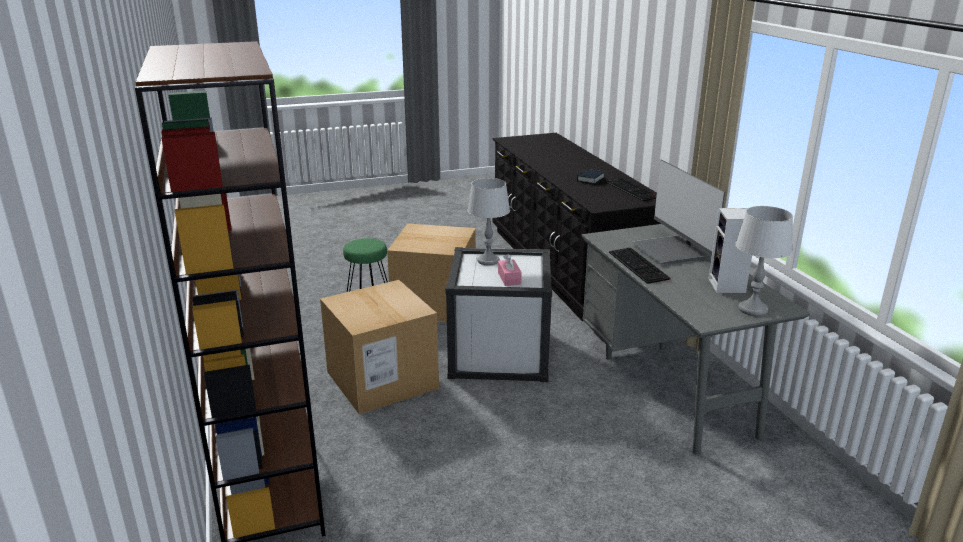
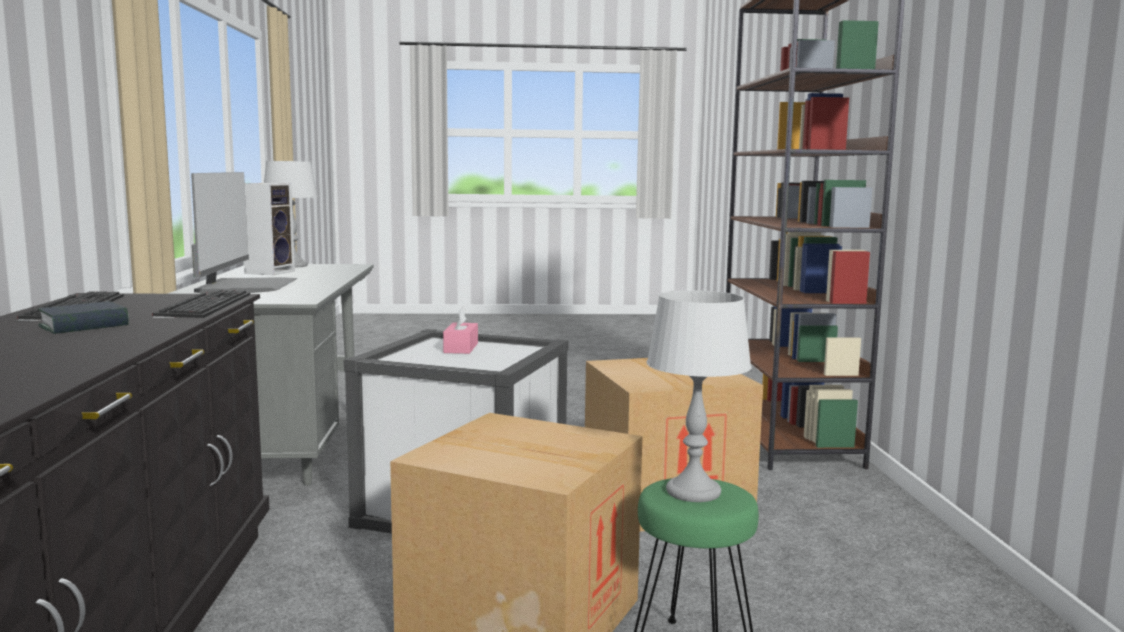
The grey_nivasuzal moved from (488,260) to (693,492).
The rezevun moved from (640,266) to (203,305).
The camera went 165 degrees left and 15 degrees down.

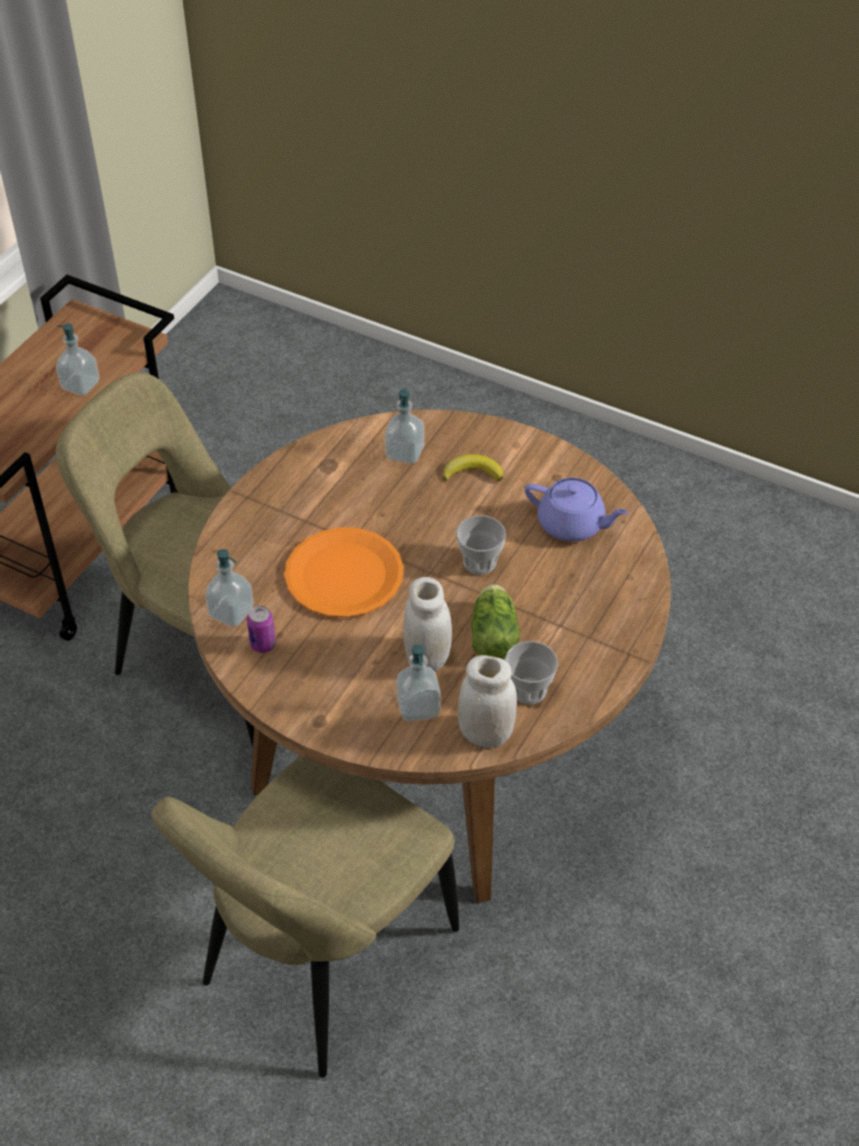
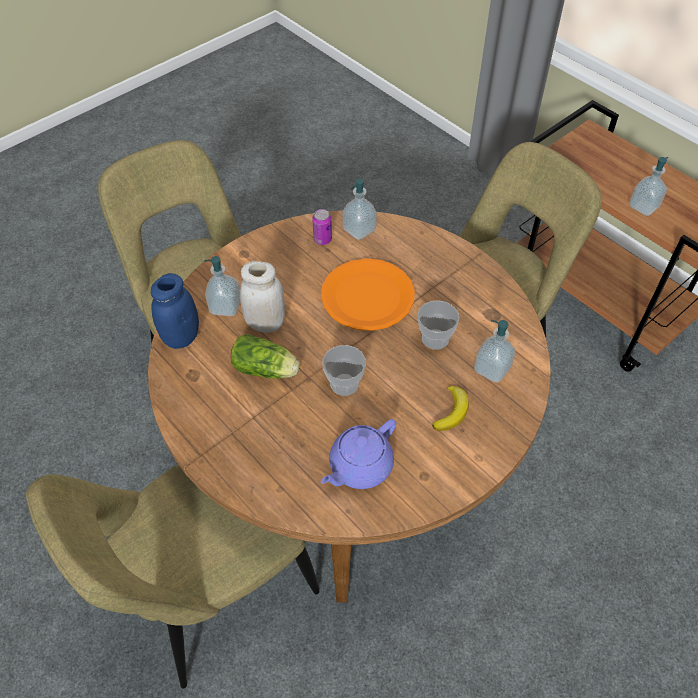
The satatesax moved from (529,690) to (435,338).
The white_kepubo at (485,734) became the blue_kepubo at (181,337).
The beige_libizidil at (212,595) appeared.
The camera went 110 degrees right and 5 degrees up.

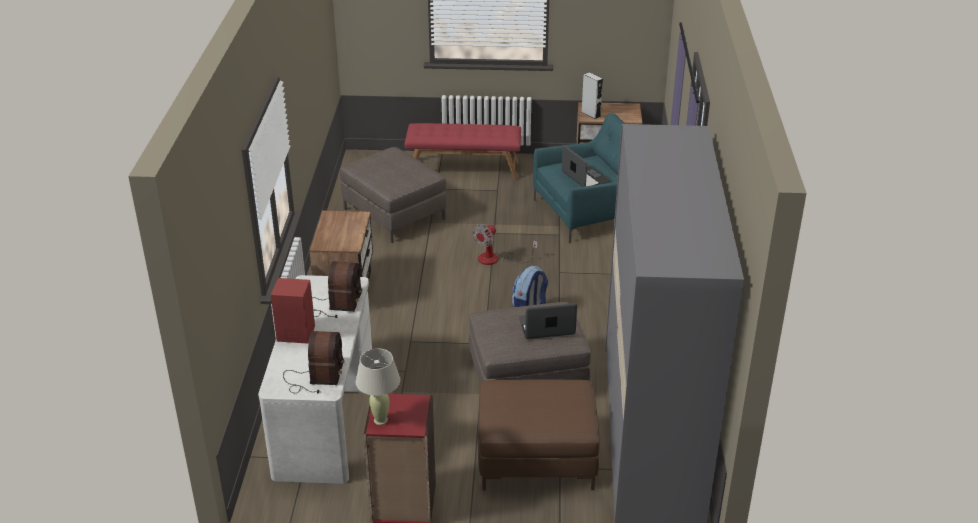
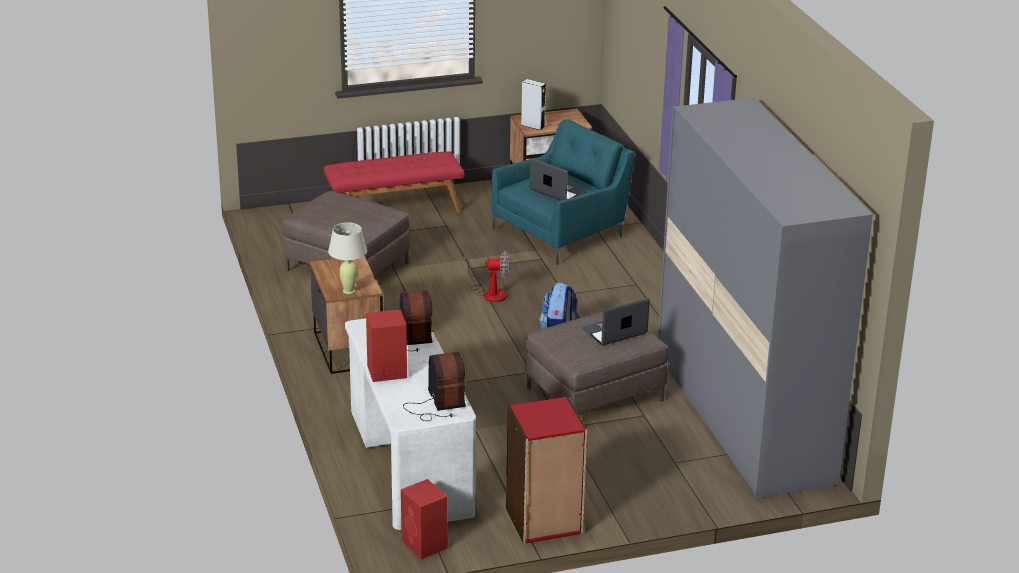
The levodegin at (496,259) turned 105 degrees counterclockwise.
The beige_nivasuzal moved from (381,420) to (349,291).
The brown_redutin at (536,458) disappeared.
The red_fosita at (425,545) appeared.
The camera went 20 degrees left and 5 degrees down.

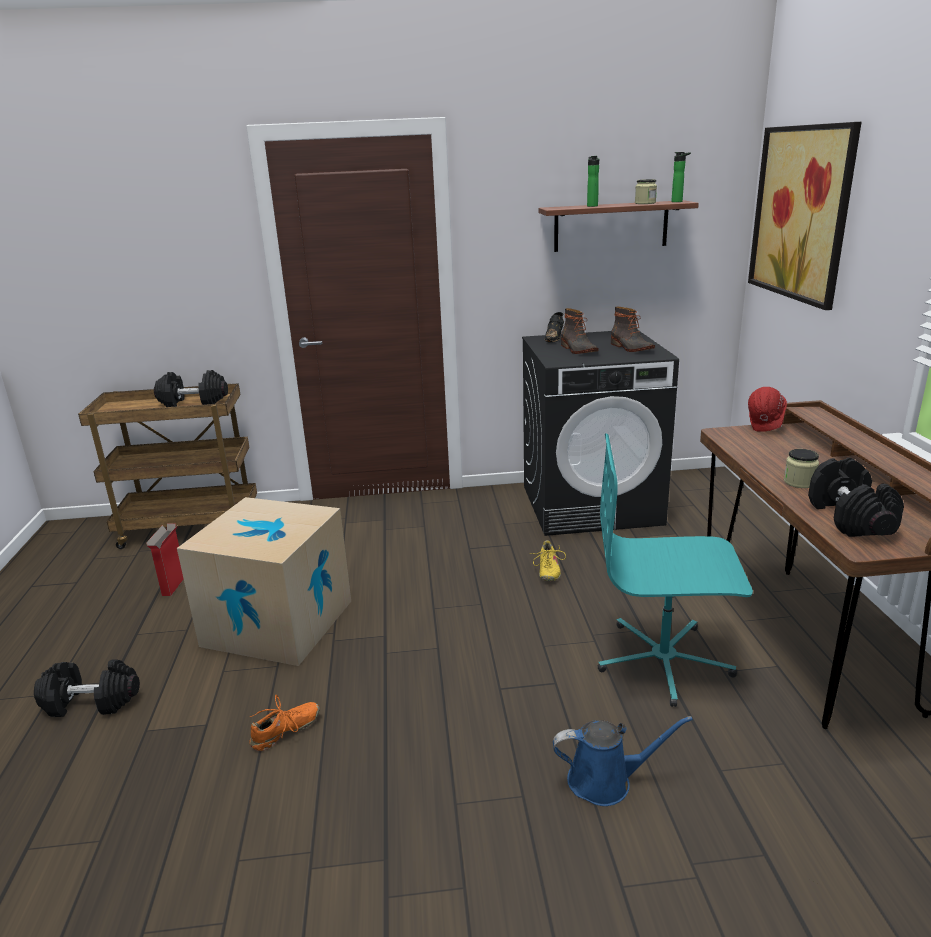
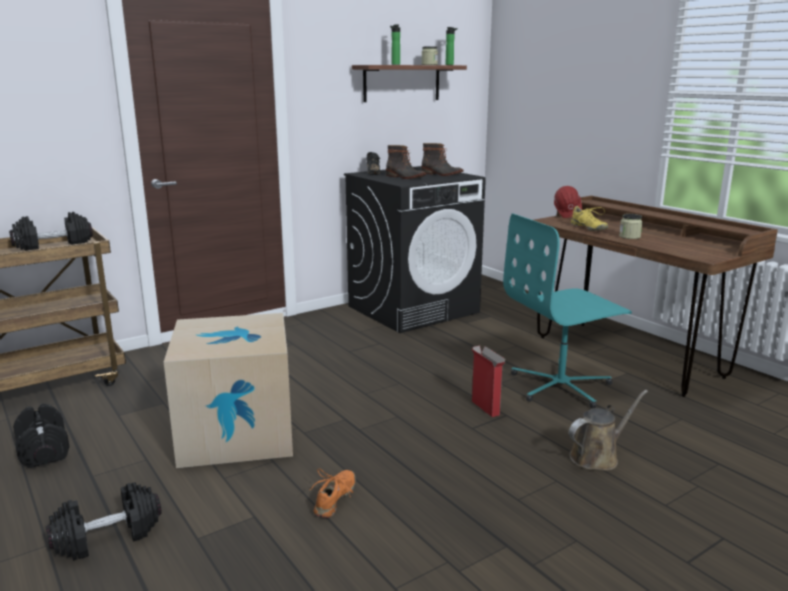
The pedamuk at (801,213) disappeared.
The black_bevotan moved from (849,518) to (43,450).
The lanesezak moved from (173,586) to (486,408).
The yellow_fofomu moved from (548,570) to (588,228).
The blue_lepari at (606,781) became the brown_lepari at (597,457).
The camera went 30 degrees left and 5 degrees down.

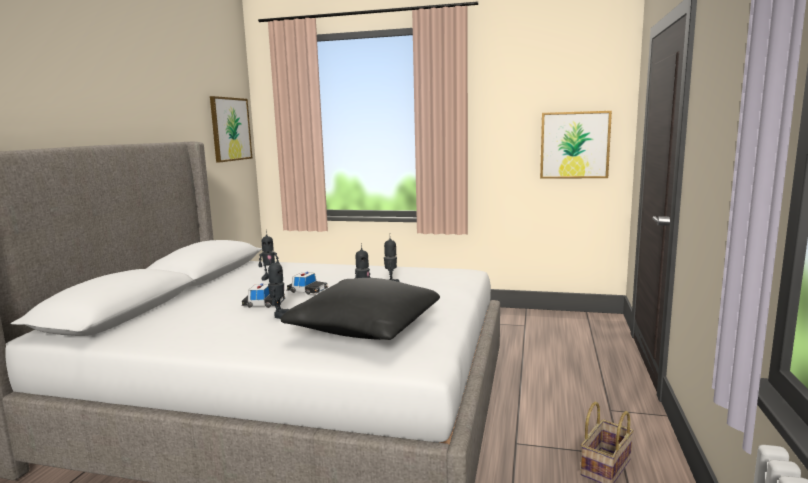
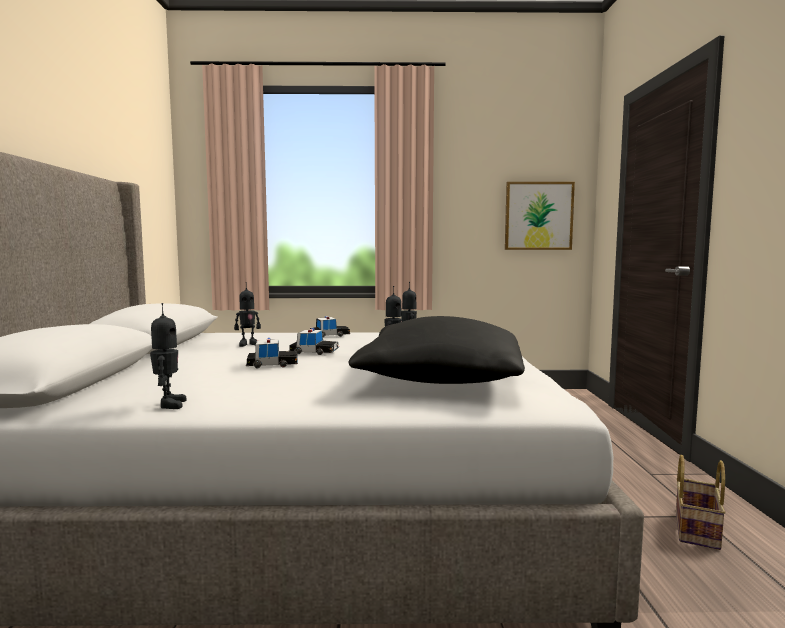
The pedamuk at (230,129) disappeared.
The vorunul moved from (279,315) to (169,405).
The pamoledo at (329,335) appeared.
The camera went 15 degrees left and 5 degrees down.

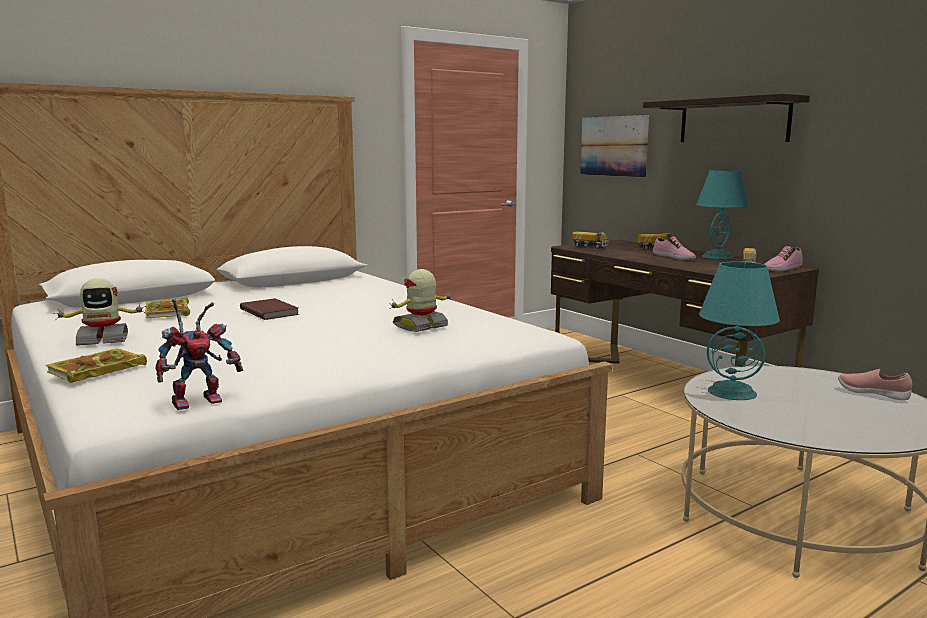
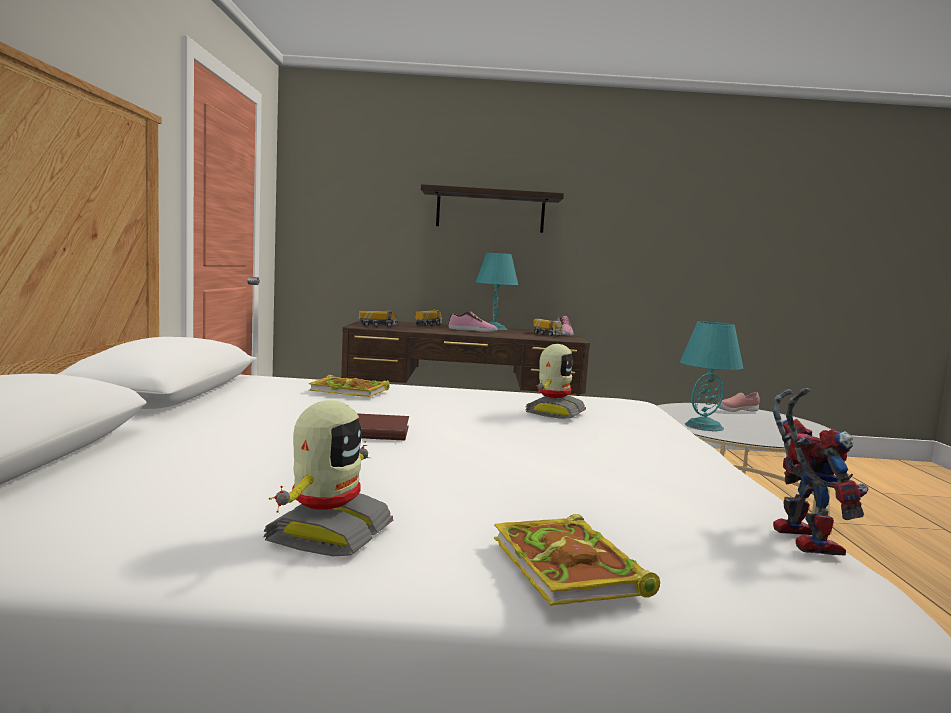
The pedamuk at (613,146) disappeared.
The vorunul at (421,326) turned 150 degrees counterclockwise.
The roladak moved from (168,312) to (351,391).
The camera went 55 degrees left and 5 degrees down.

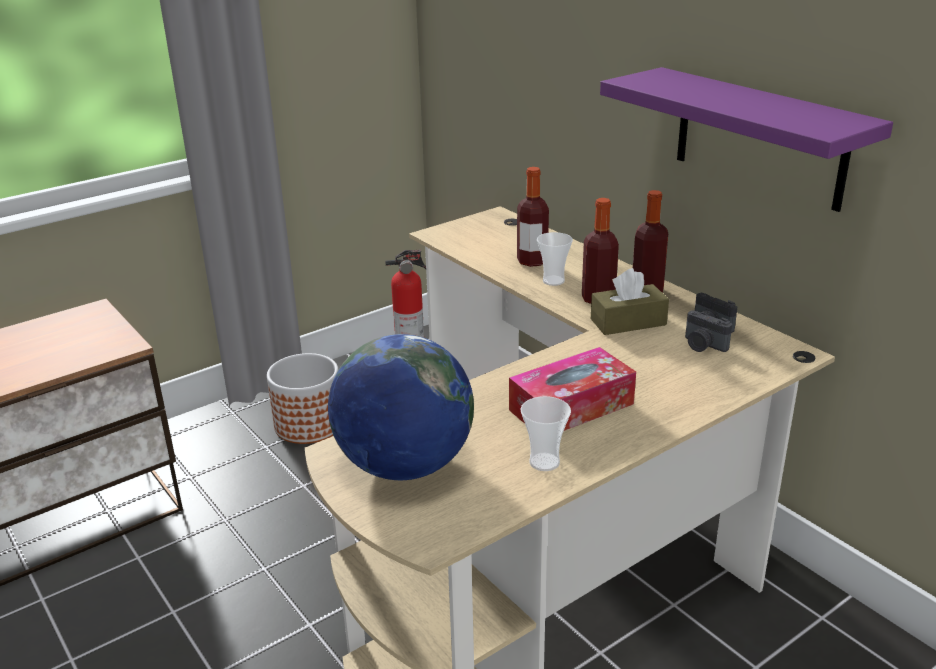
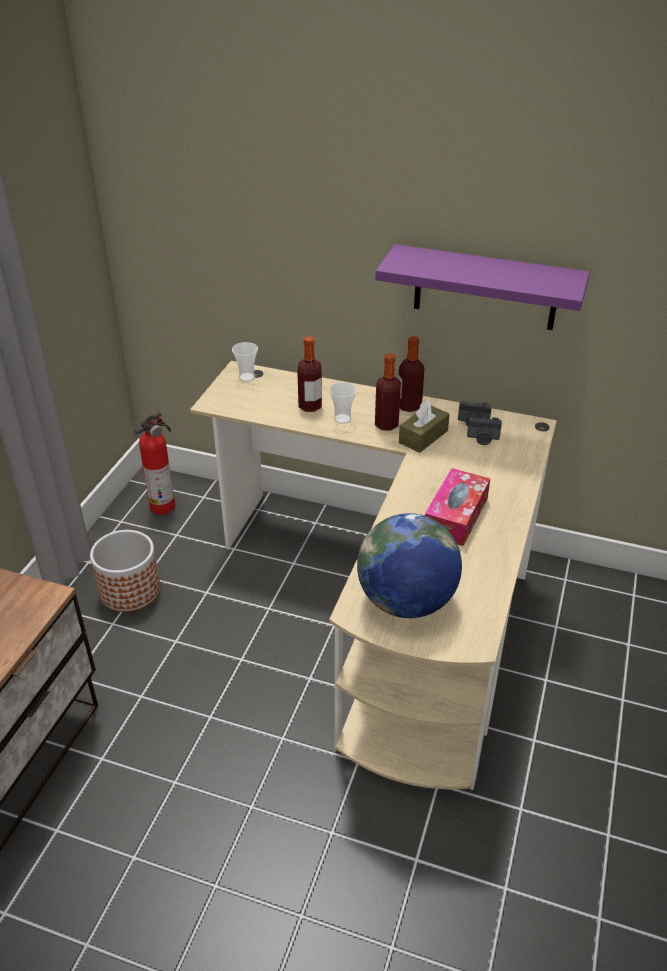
The satatesax moved from (544,462) to (247,377).
The camera went 35 degrees left and 10 degrees up.

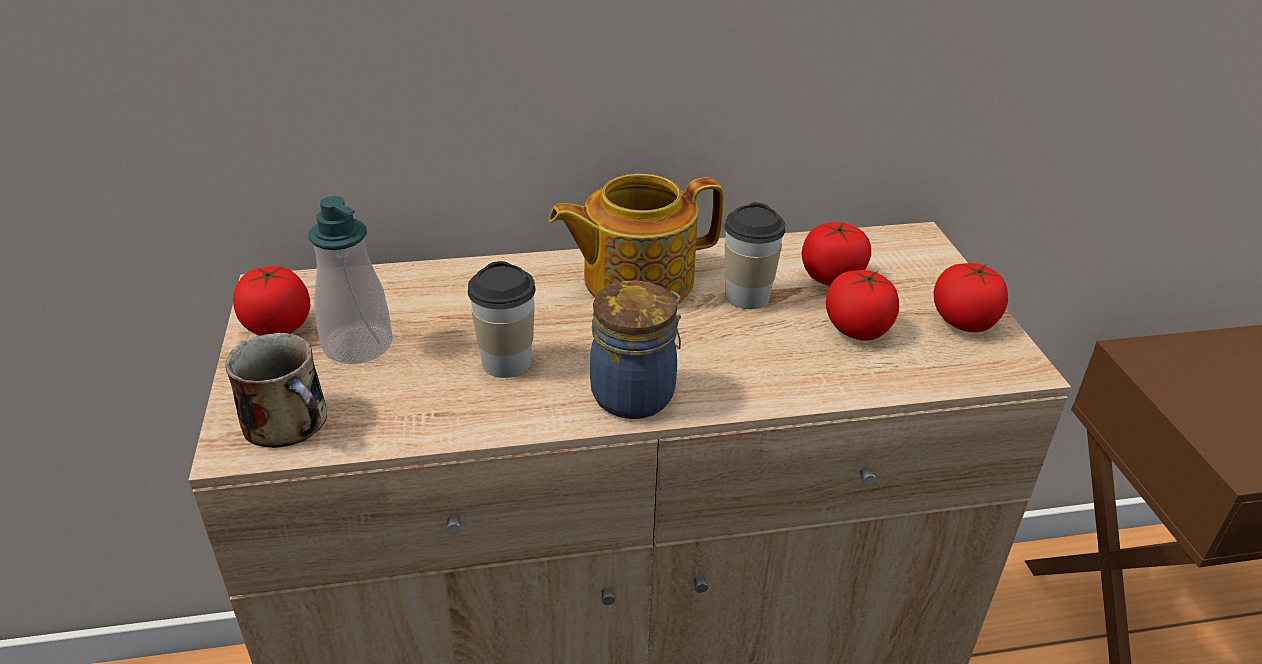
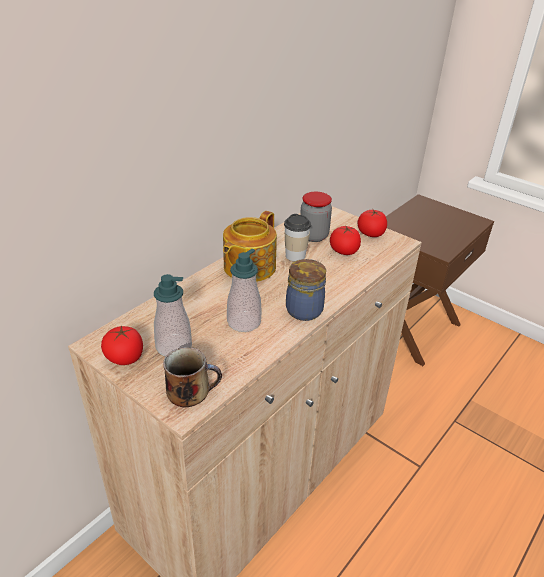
The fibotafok at (831,277) was replaced by the kepubo at (313,236).
The satatesax at (506,362) was replaced by the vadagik at (244,322).
The camera went 40 degrees left and 0 degrees up.

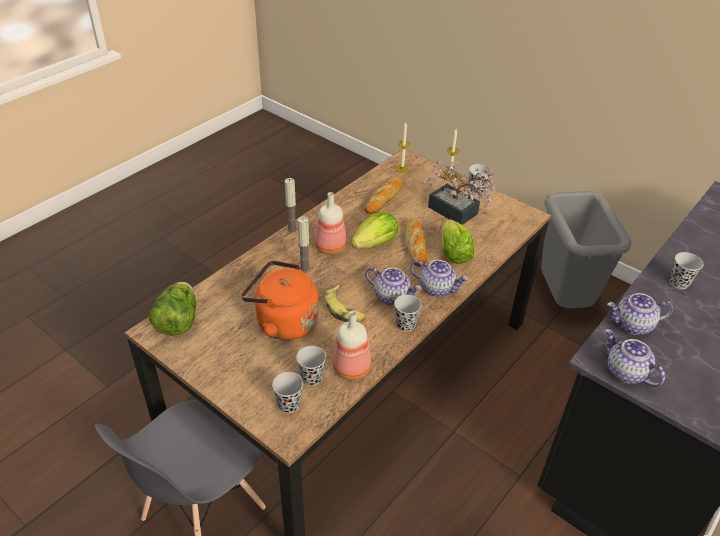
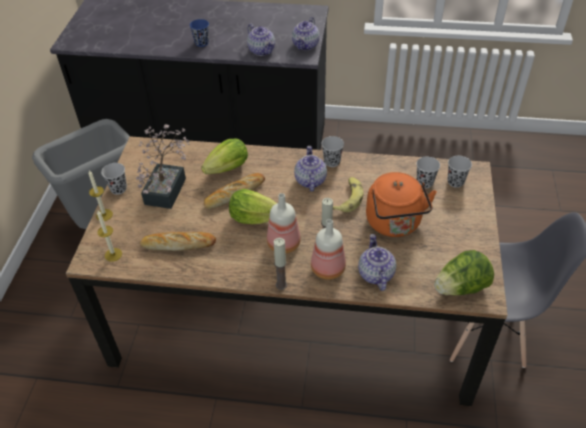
The black_satatesax at (679,283) became the blue_satatesax at (201,43).
The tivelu moved from (437,288) to (375,274).
The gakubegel moved from (352,368) to (327,268).
The camera went 120 degrees left and 5 degrees up.

